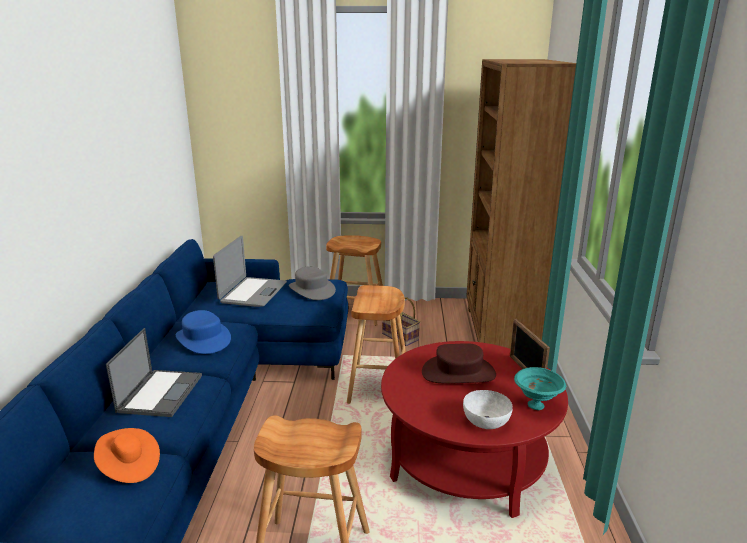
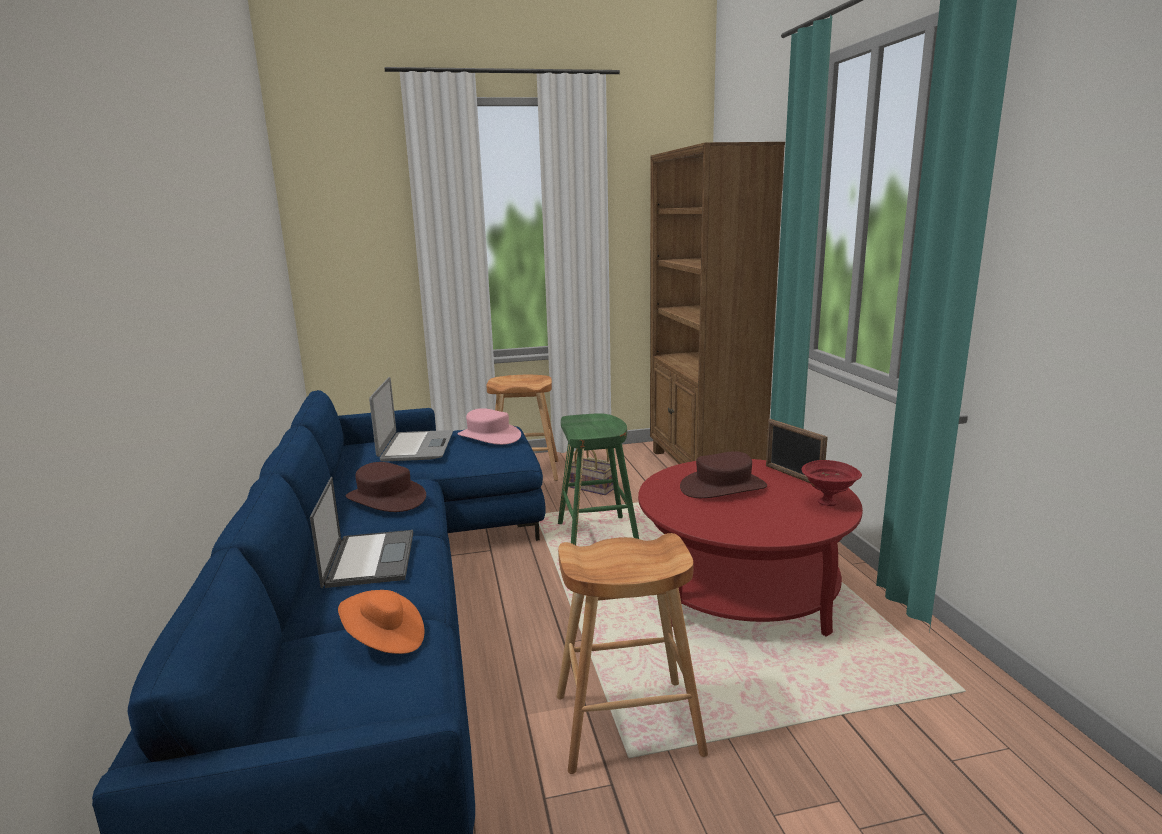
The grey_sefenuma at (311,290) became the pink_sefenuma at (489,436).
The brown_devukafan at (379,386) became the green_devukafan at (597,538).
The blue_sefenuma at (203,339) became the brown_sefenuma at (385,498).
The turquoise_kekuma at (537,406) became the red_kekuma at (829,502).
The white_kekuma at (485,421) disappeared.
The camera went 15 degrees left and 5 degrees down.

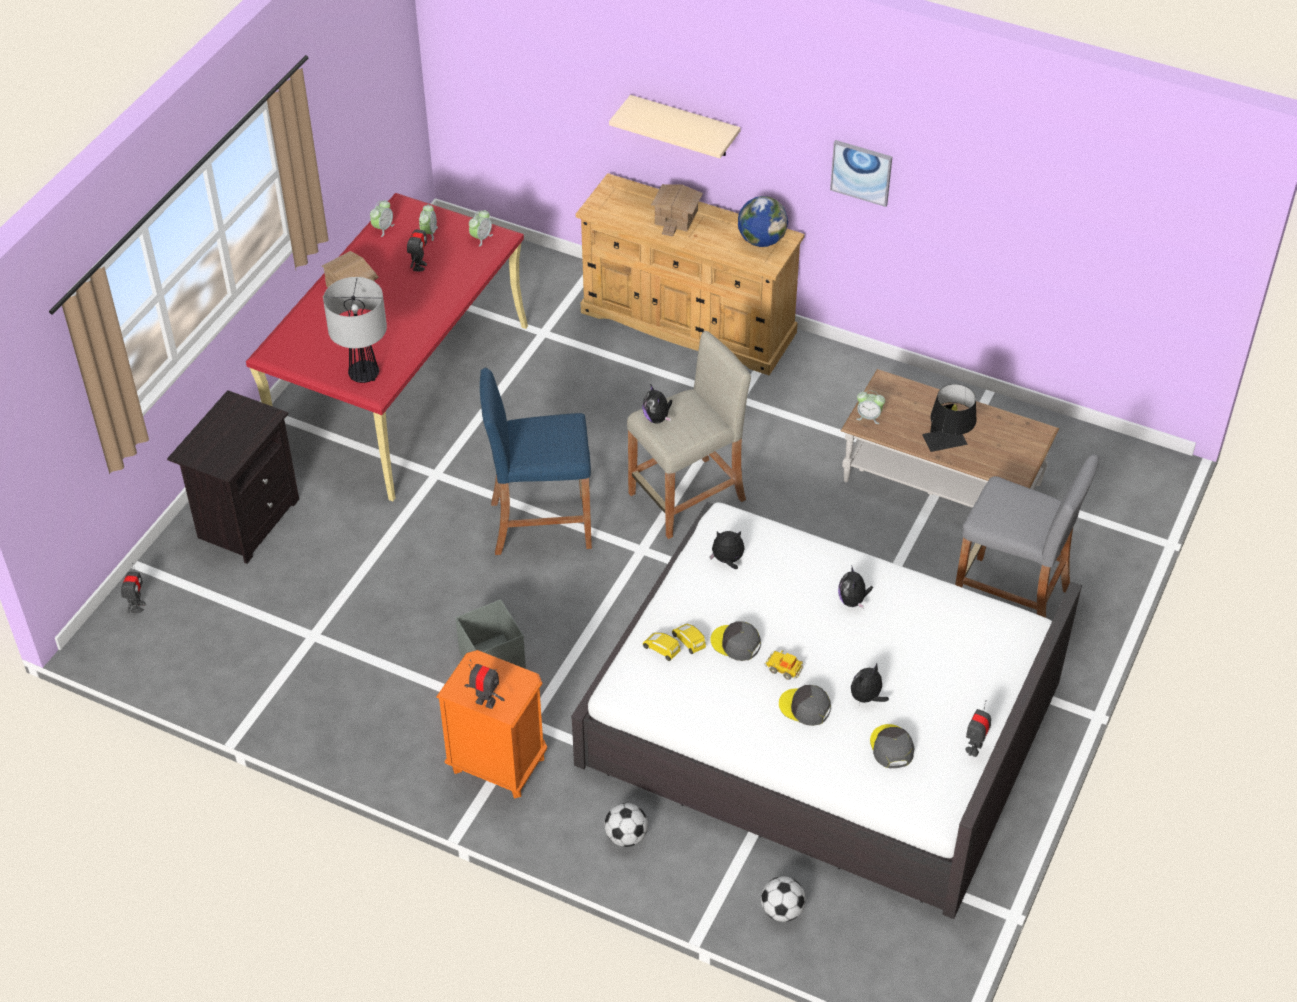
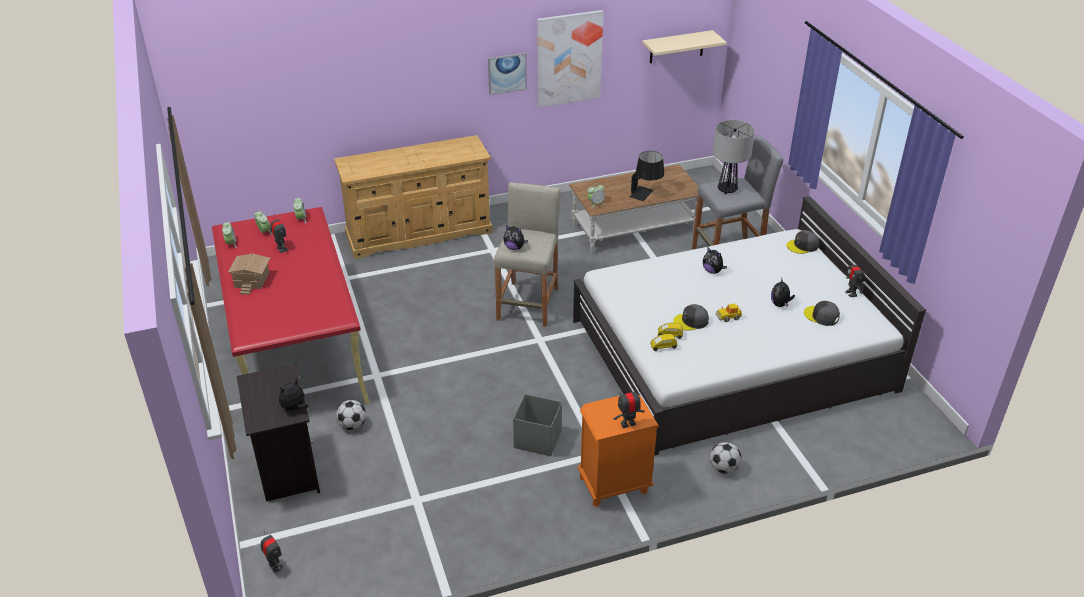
The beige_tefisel moved from (684,127) to (676,47).
The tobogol at (675,217) disappeared.
The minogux at (761,240) disappeared.
The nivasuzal moved from (363,375) to (727,190).
The blue_devukafan at (541,524) disappeared.
The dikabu moved from (727,560) to (294,408).
The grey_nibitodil moved from (805,707) to (802,246).
The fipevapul moved from (782,910) to (352,425).
The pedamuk at (569,58) appeared.
The camera went 45 degrees left and 10 degrees down.

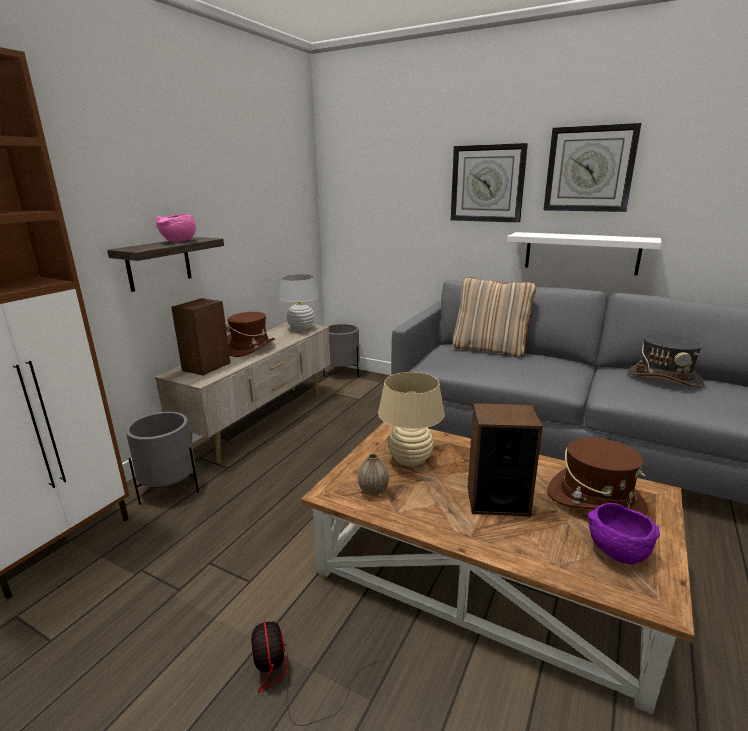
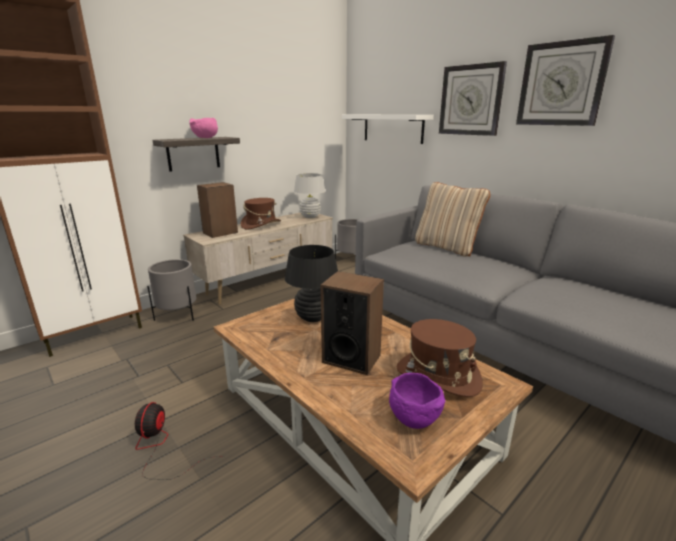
The white_tefisel moved from (581,253) to (392,128).
The grey_sefenuma at (664,378) disappeared.
The beige_nivasuzal at (410,460) became the black_nivasuzal at (313,317).
The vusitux at (373,491) disappeared.
The camera went 20 degrees right and 0 degrees up.

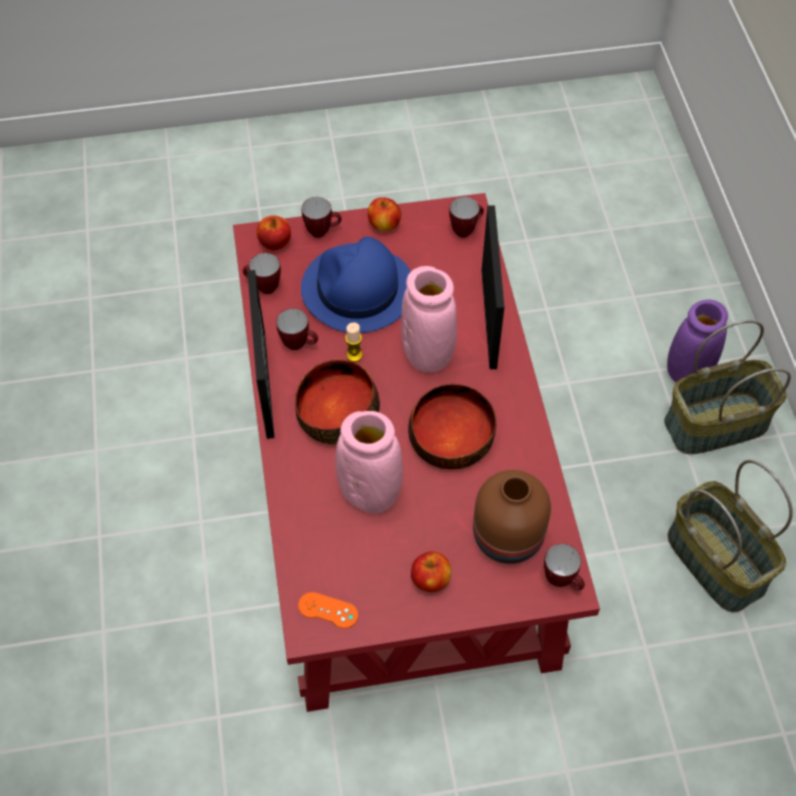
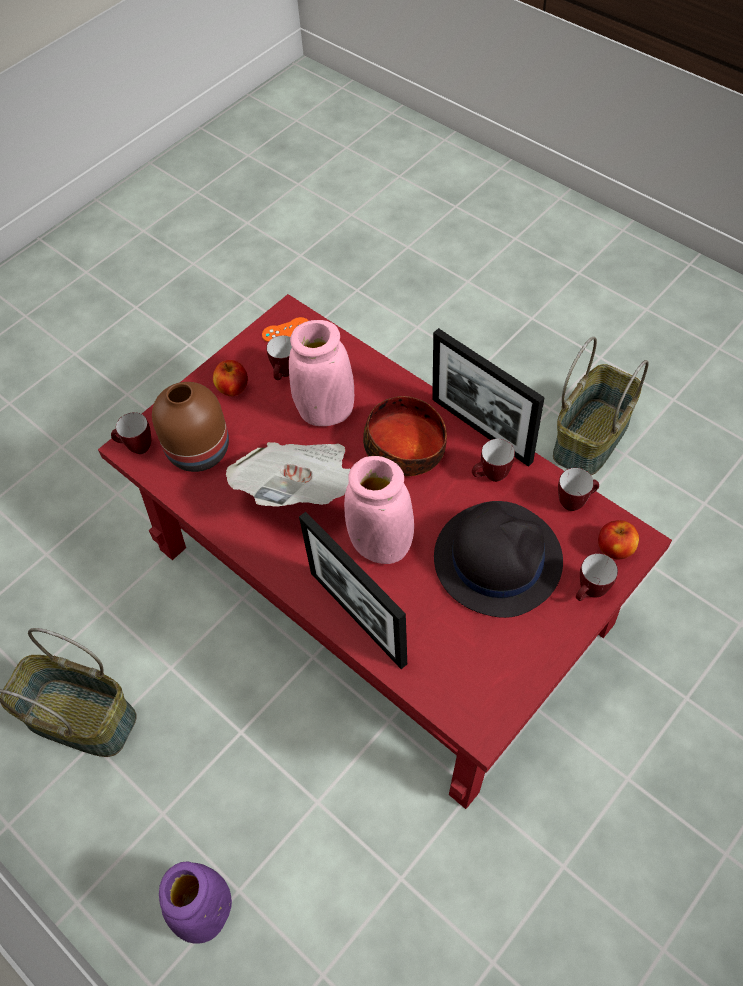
The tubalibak at (384,225) disappeared.
The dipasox moved from (466,229) to (285,374).
The blue_sefenuma at (357,290) became the black_sefenuma at (497,558).
The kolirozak moved from (715,425) to (590,436).
The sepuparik at (354,355) disappeared.
The kekuma at (450,437) was replaced by the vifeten at (301,490).
The camera went 145 degrees right and 0 degrees up.

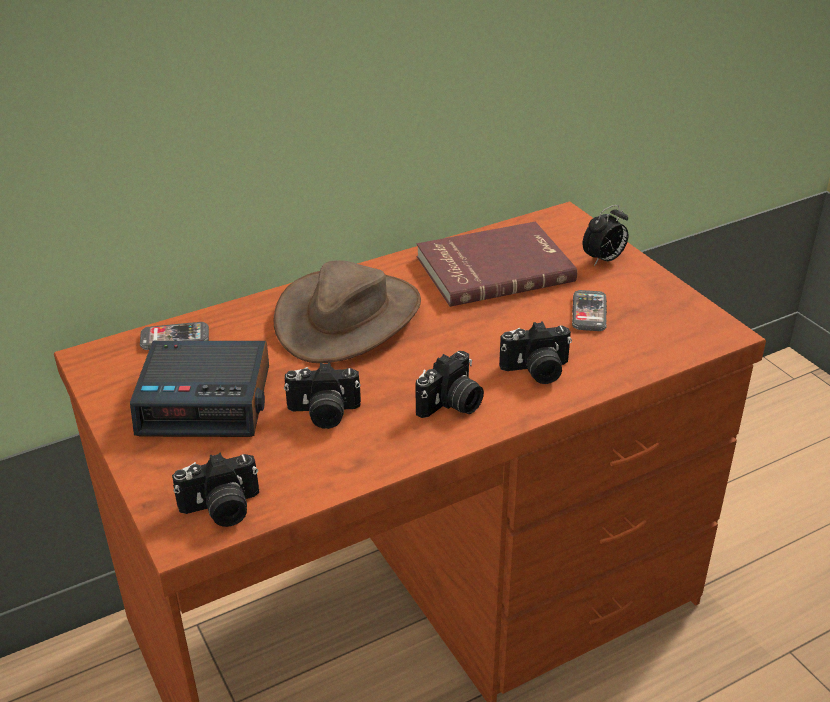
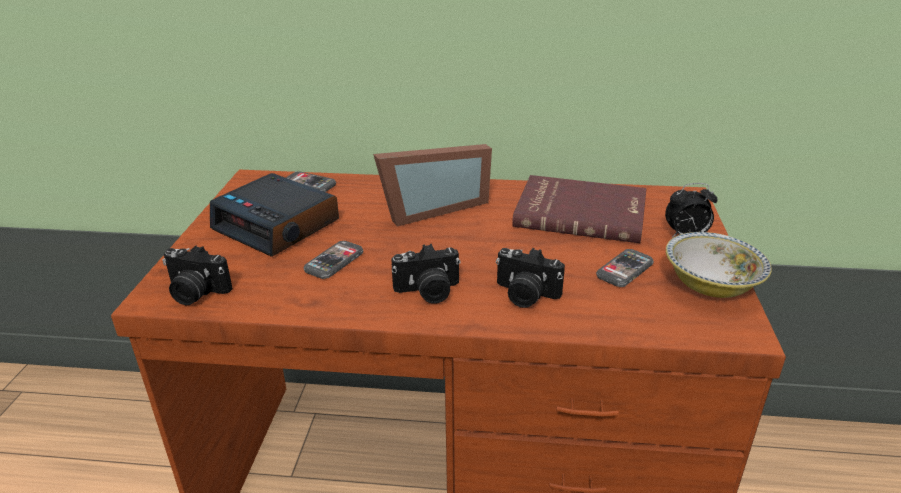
The brown_sefenuma at (348,317) was replaced by the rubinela at (431,208).
The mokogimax at (323,414) was replaced by the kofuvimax at (334,261).
The kekuma at (711,285) appeared.
The camera went 35 degrees right and 5 degrees down.

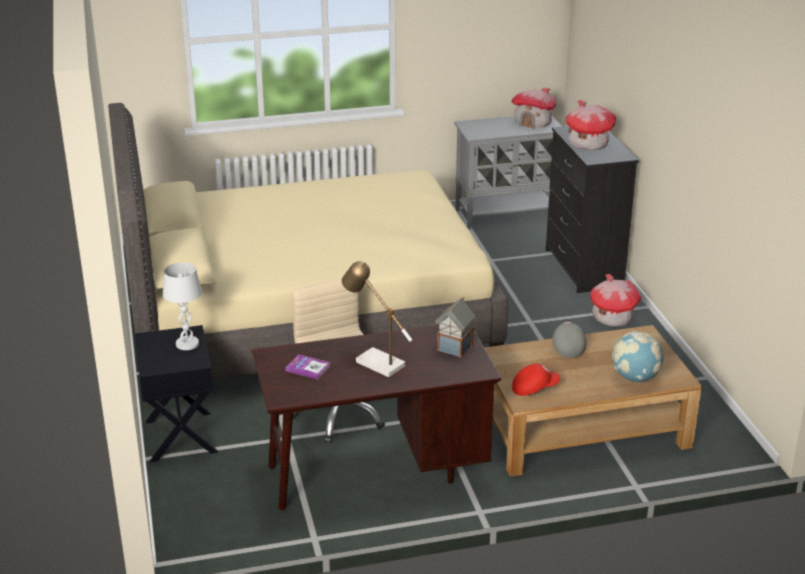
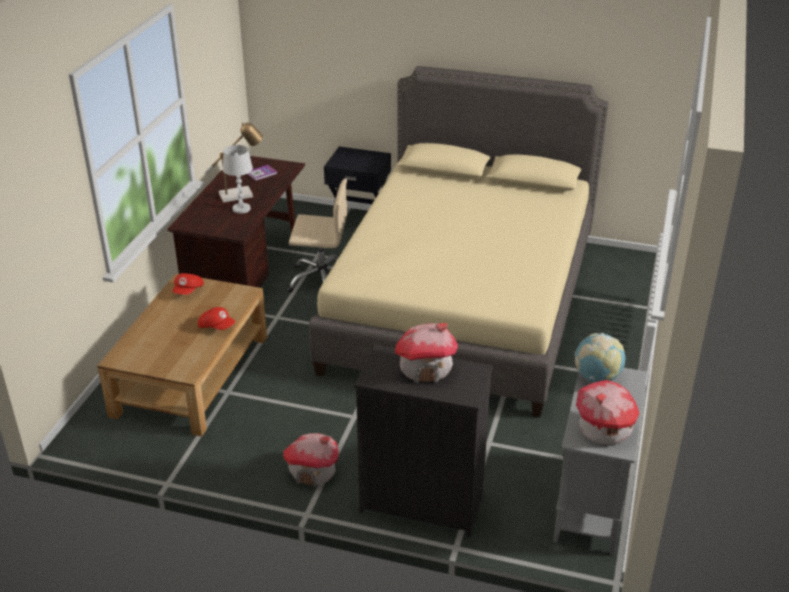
The white_nivasuzal moved from (187,344) to (241,209).
The tobogol at (454,348) disappeared.
The grey_nibitodil at (567,346) became the red_nibitodil at (217,326).
The minogux moved from (635,377) to (597,377).
The camera went 120 degrees right and 5 degrees up.

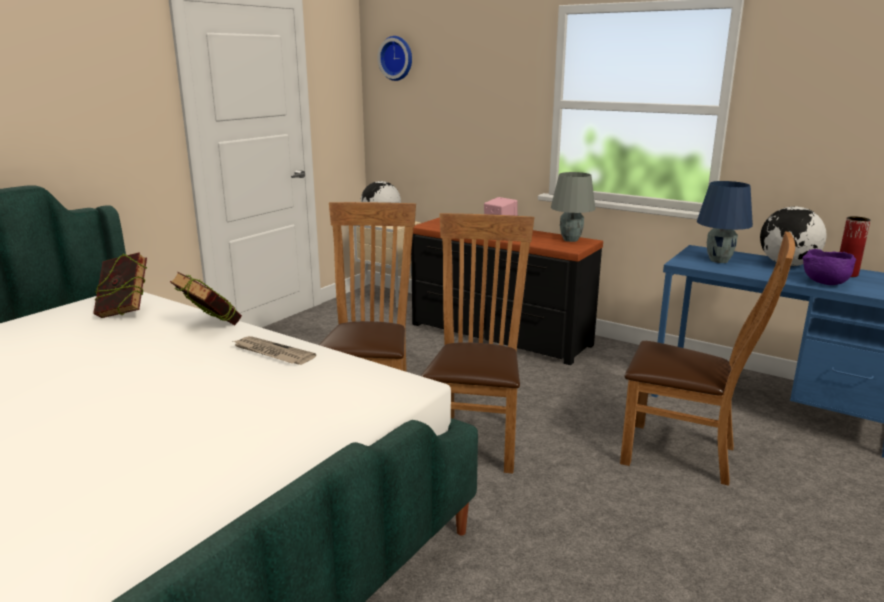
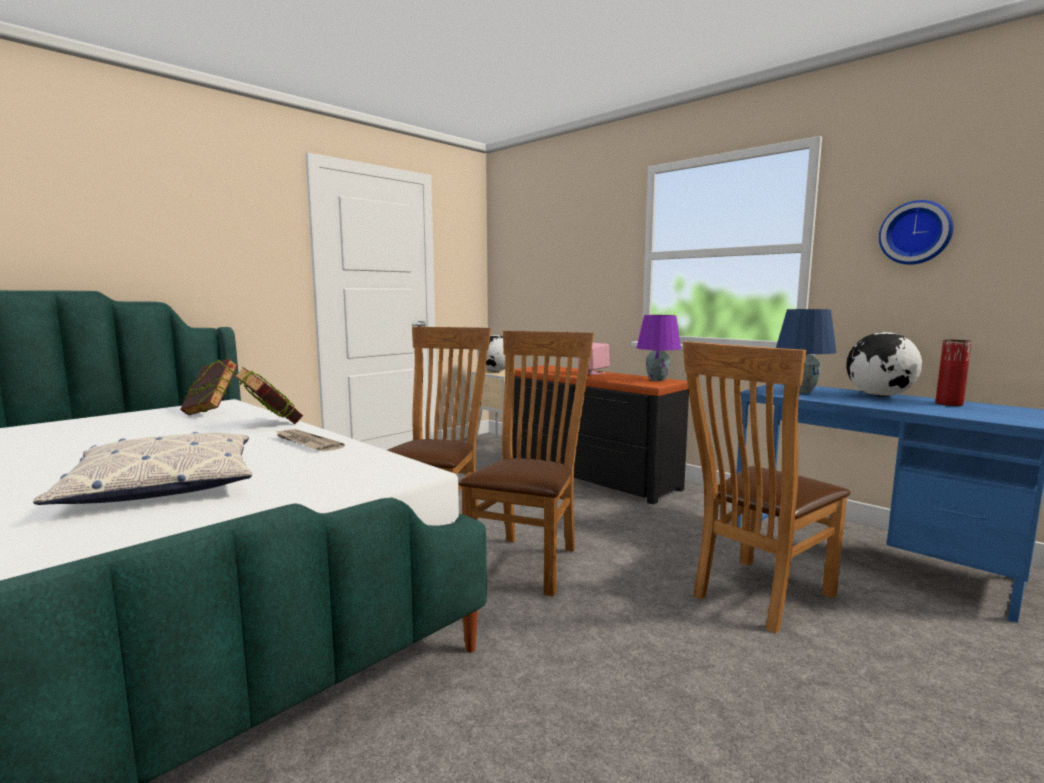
The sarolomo moved from (397,58) to (915,233).
The grey_nivasuzal at (570,240) became the purple_nivasuzal at (657,380).
The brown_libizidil at (686,455) turned 105 degrees clockwise.
The purple_kekuma at (824,283) disappeared.
The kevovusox at (164,484) appeared.
The camera went 10 degrees right and 10 degrees down.

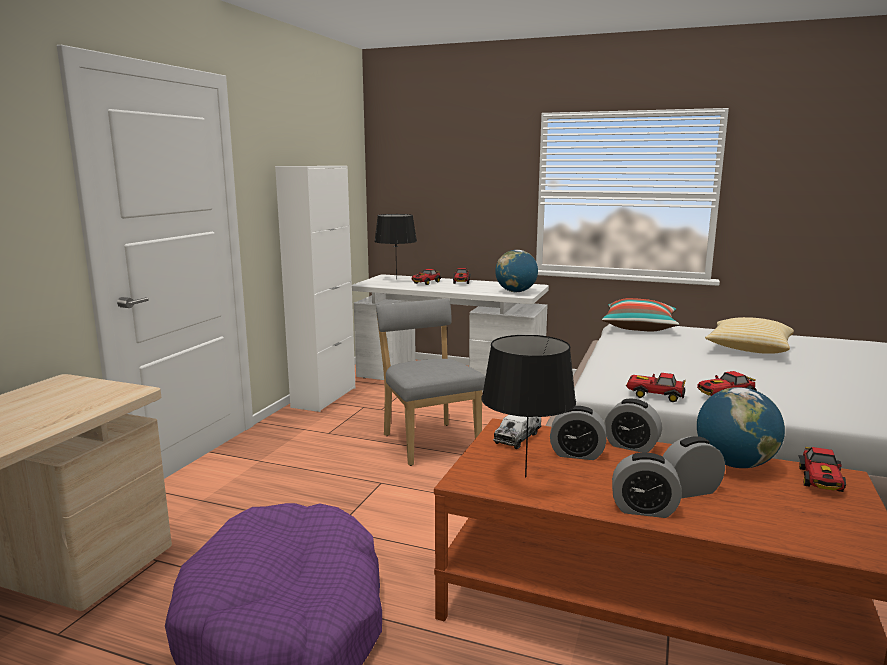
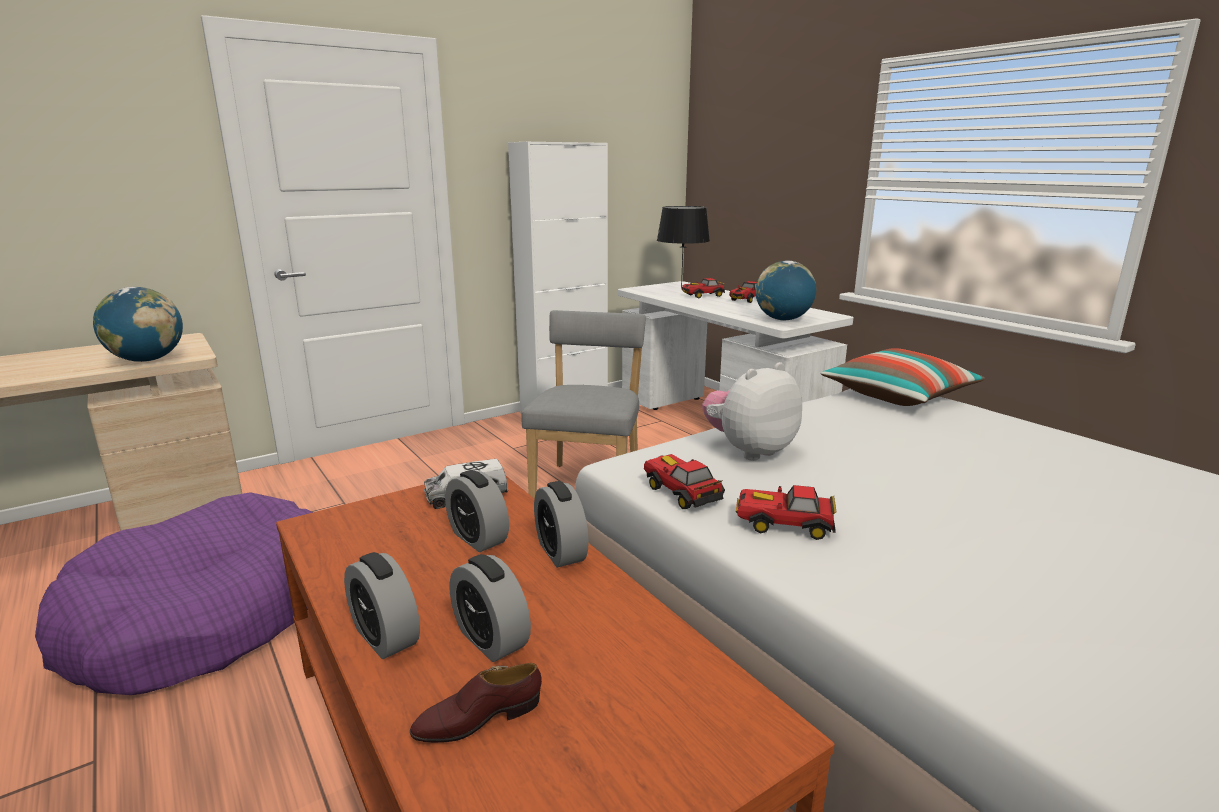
The kevovusox at (748,349) disappeared.
The black_nivasuzal at (526,477) disappeared.
The minogux moved from (734,464) to (147,360).
The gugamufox at (689,491) turned 150 degrees counterclockwise.
The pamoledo at (820,481) disappeared.
The dikabu at (749,451) appeared.
The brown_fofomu at (478,719) appeared.
The camera went 35 degrees right and 5 degrees up.

